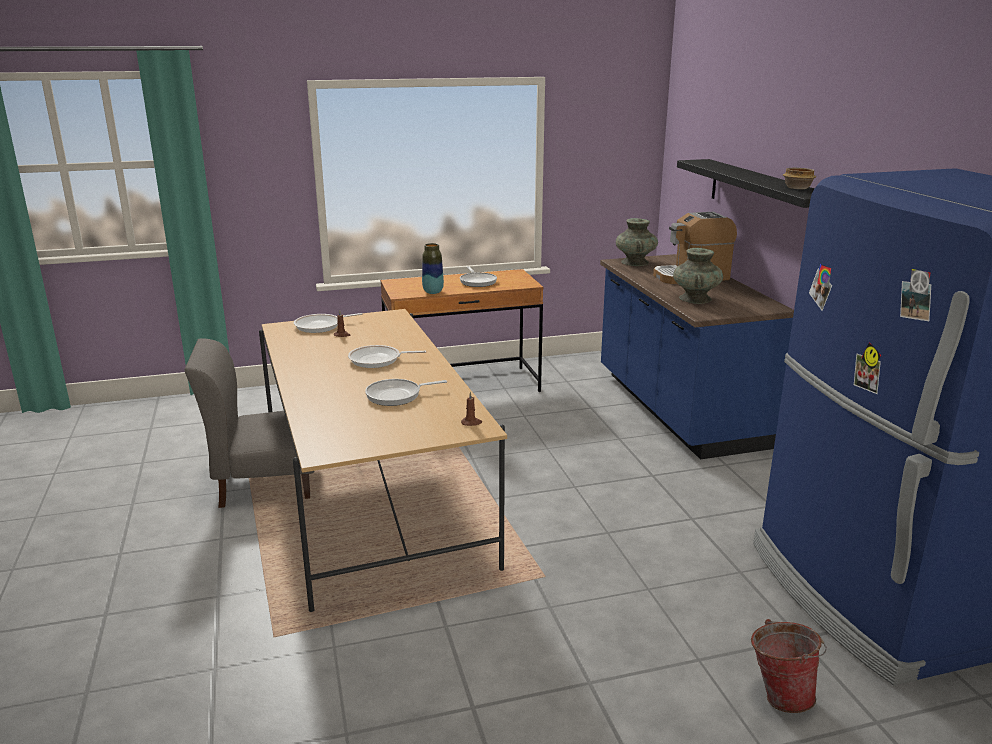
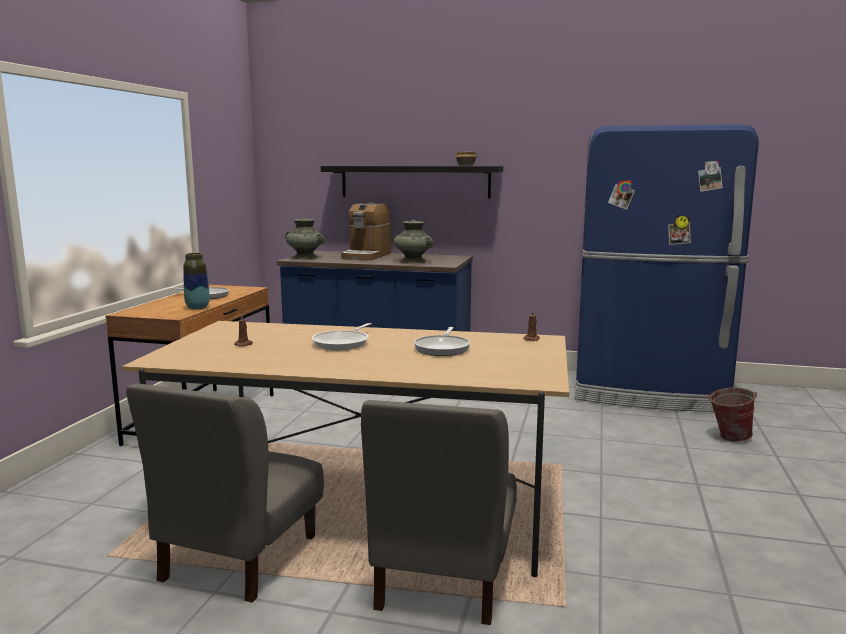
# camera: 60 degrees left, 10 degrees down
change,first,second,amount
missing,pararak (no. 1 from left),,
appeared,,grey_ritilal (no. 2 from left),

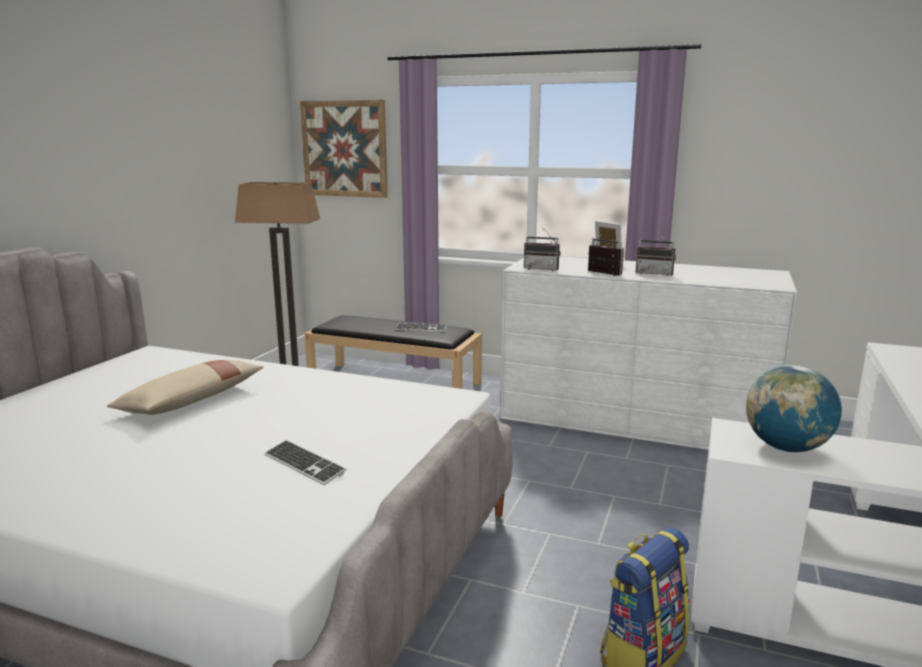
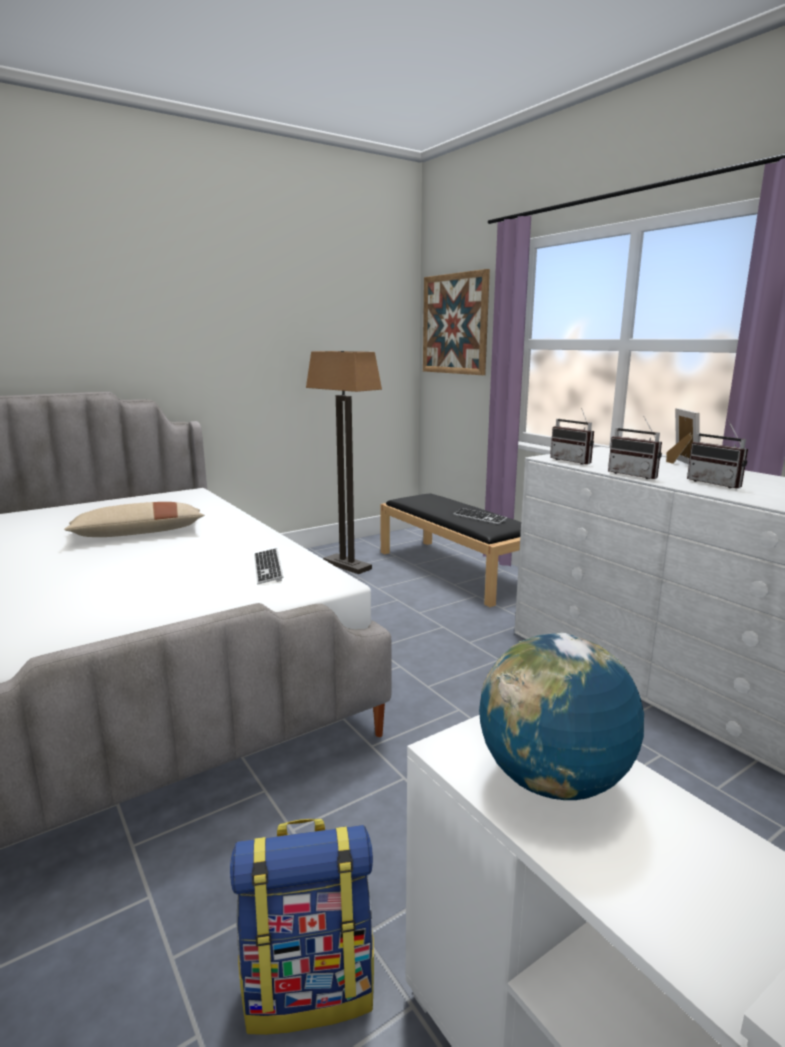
# camera: 35 degrees right, 0 degrees up
change,first,second,amount
spun,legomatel (no. 2 from left),,150 degrees clockwise
relocated,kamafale (no. 1 from left),,

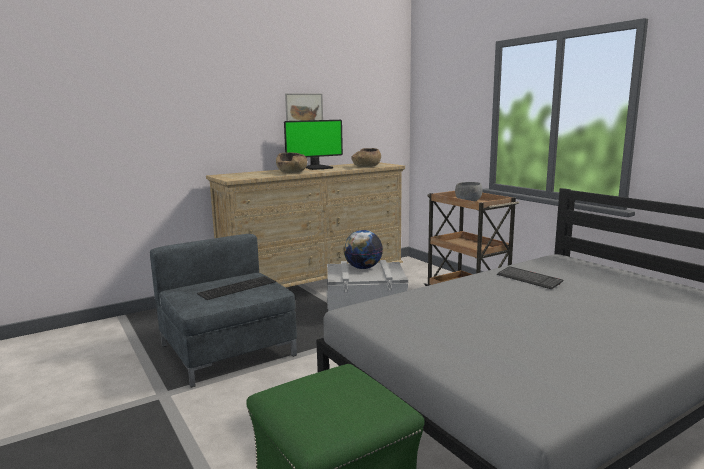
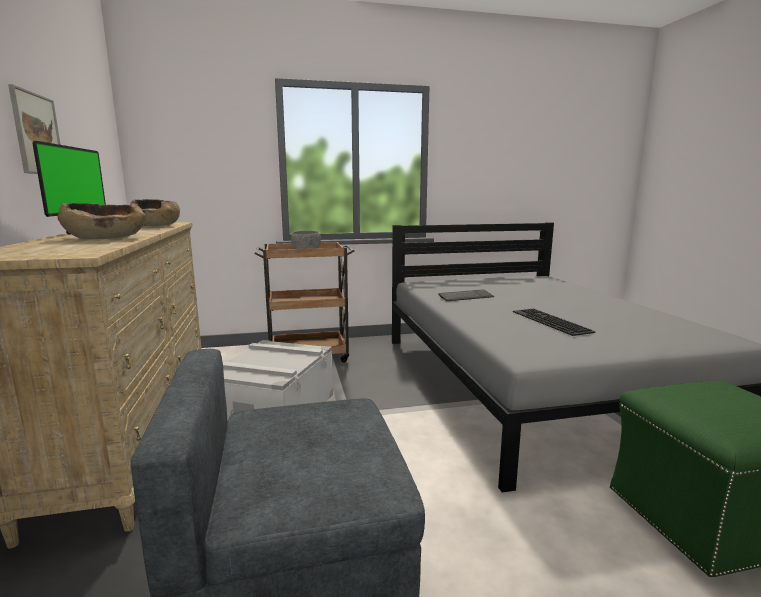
# camera: 70 degrees left, 0 degrees up
change,first,second,amount
missing,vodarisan,,
relocated,kamafale (no. 1 from left in the first image),kamafale (no. 2 from left),

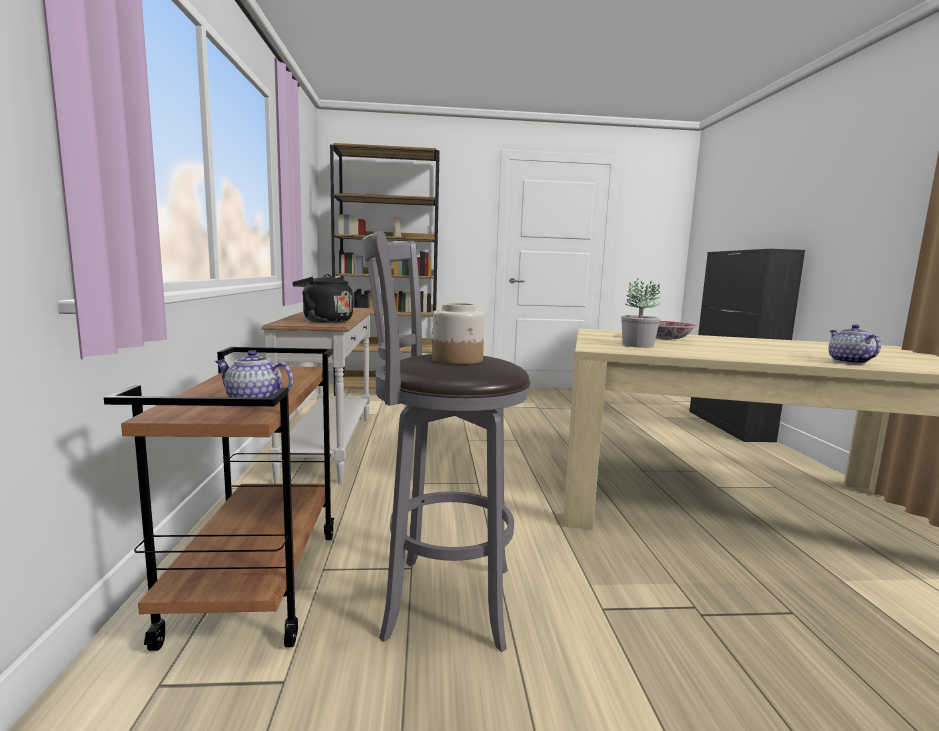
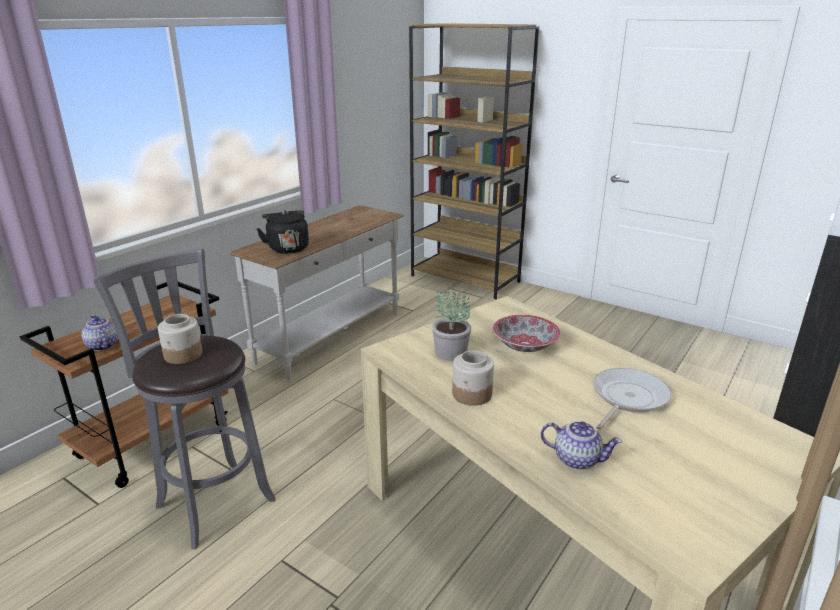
# camera: 40 degrees right, 15 degrees up
change,first,second,amount
spun,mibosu (no. 2 from left),,75 degrees clockwise
appeared,,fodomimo (no. 2 from left),
appeared,,pararak,

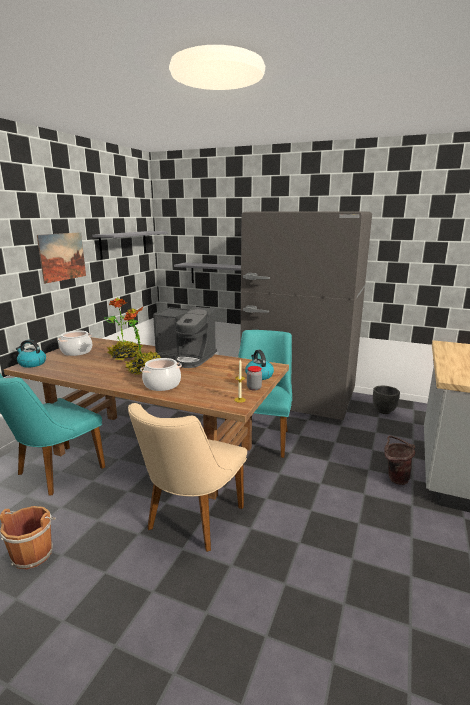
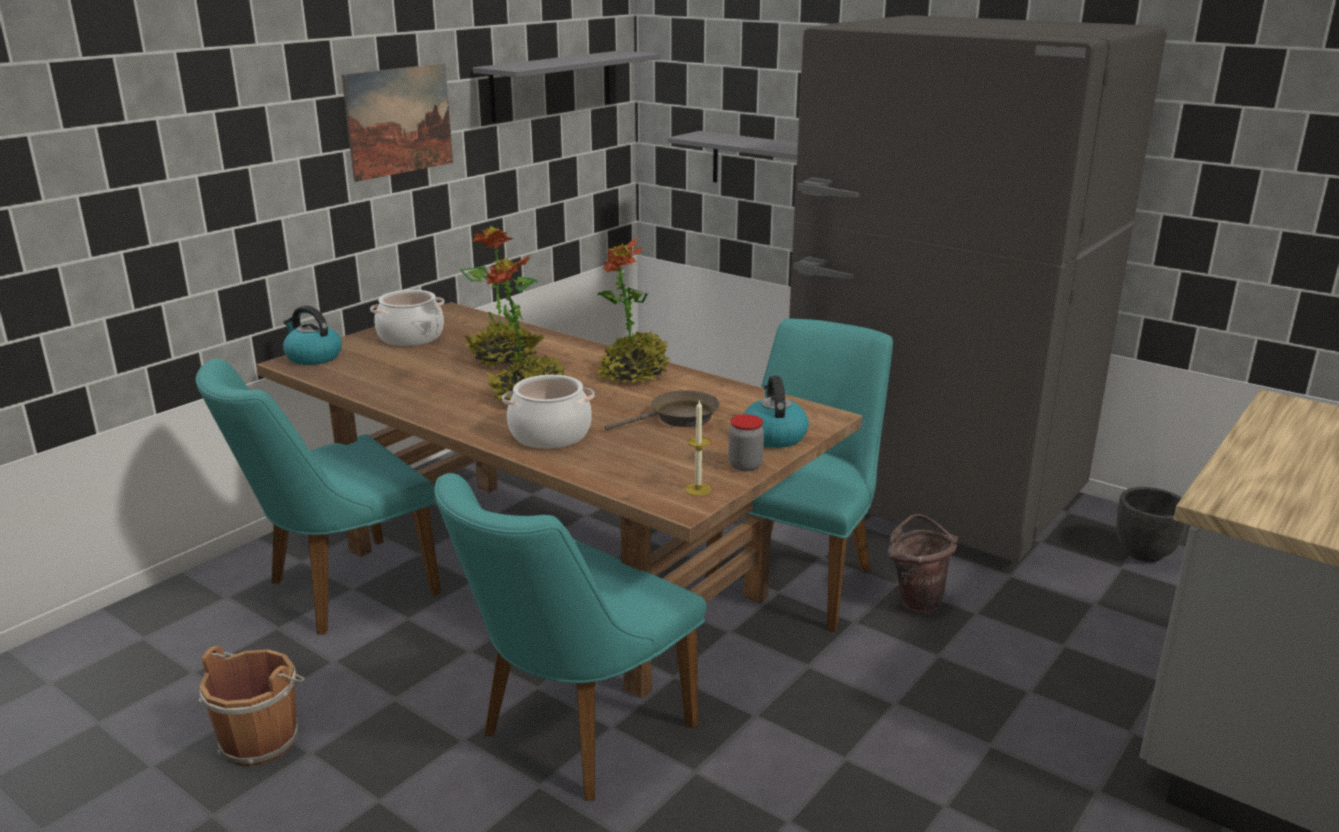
# camera: 15 degrees right, 5 degrees up
change,first,second,amount
exchanged,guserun,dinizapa (no. 3 from left),
colour,beige_ritilal,turquoise_ritilal (no. 2 from left),
relocated,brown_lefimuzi (no. 2 from left),,
appeared,,brown_pararak,

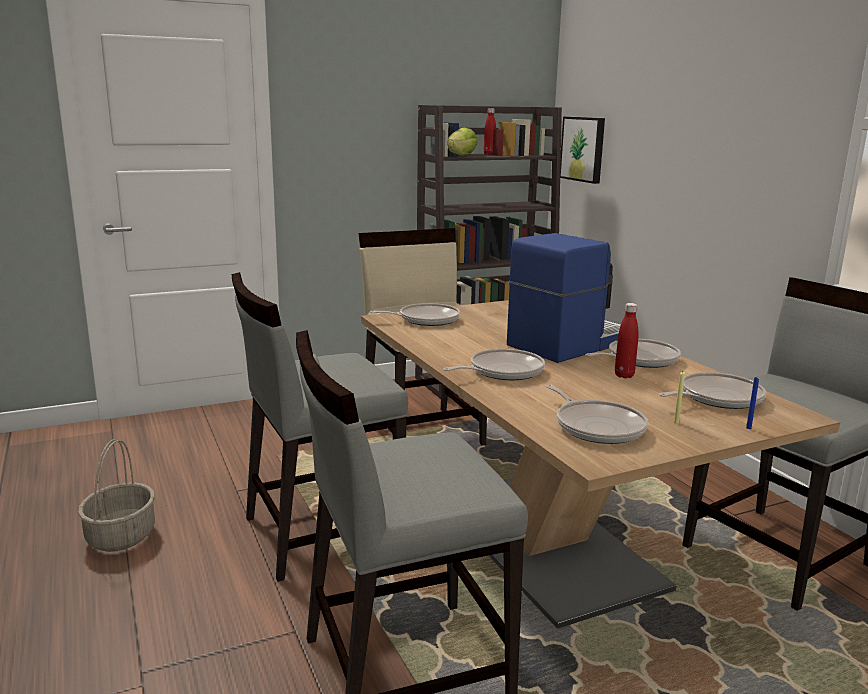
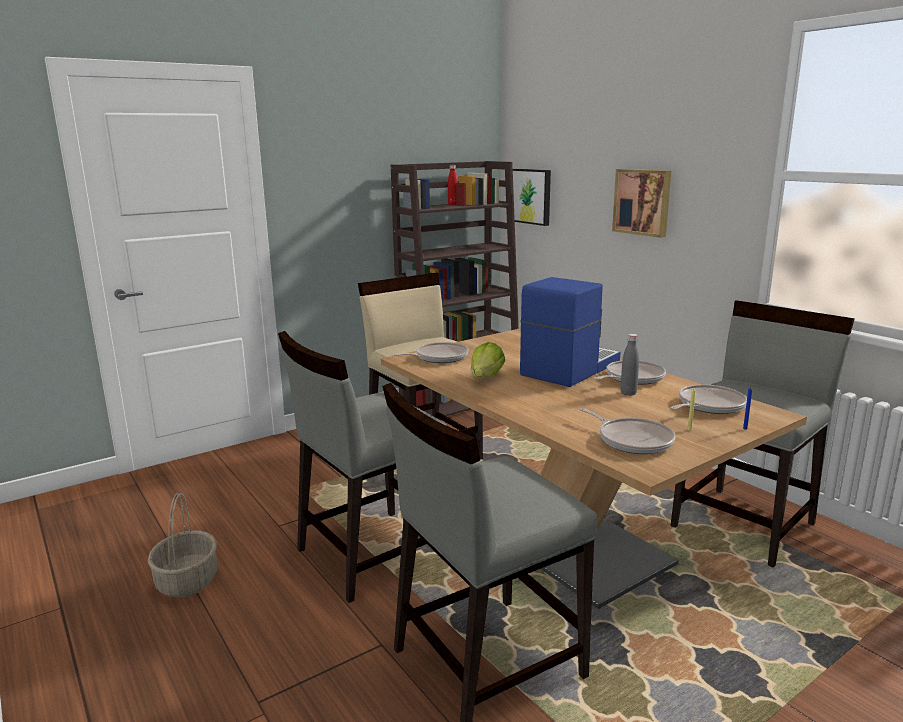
# camera: 10 degrees left, 0 degrees up
change,first,second,amount
relocated,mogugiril,,
colour,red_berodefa (no. 2 from left),grey_berodefa,
missing,pararak (no. 2 from left),,
appeared,,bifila (no. 2 from left),

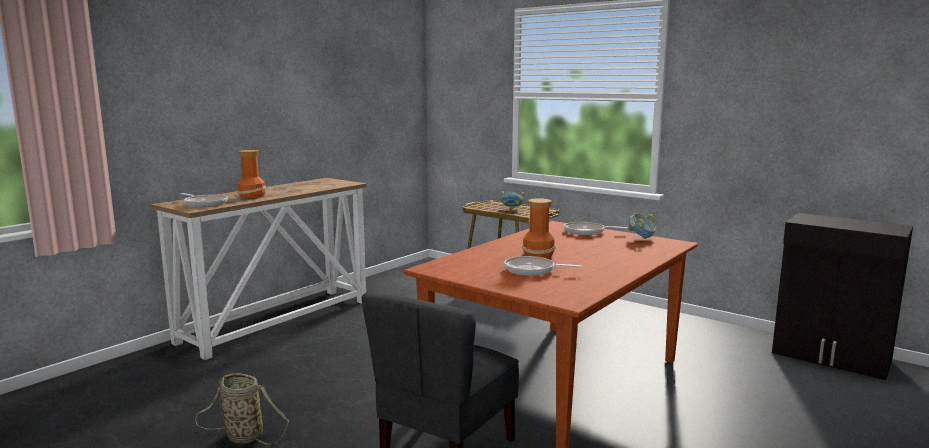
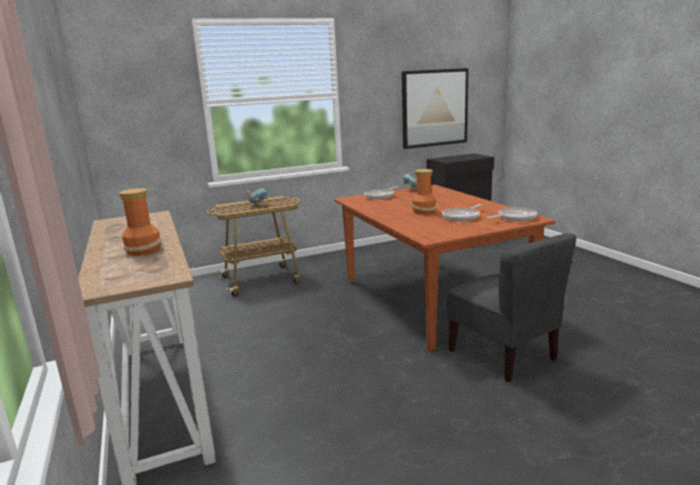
# camera: 60 degrees left, 5 degrees up
change,first,second,amount
relocated,pararak (no. 1 from left in the first image),pararak (no. 3 from left),
missing,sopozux,,
appeared,,bifila,

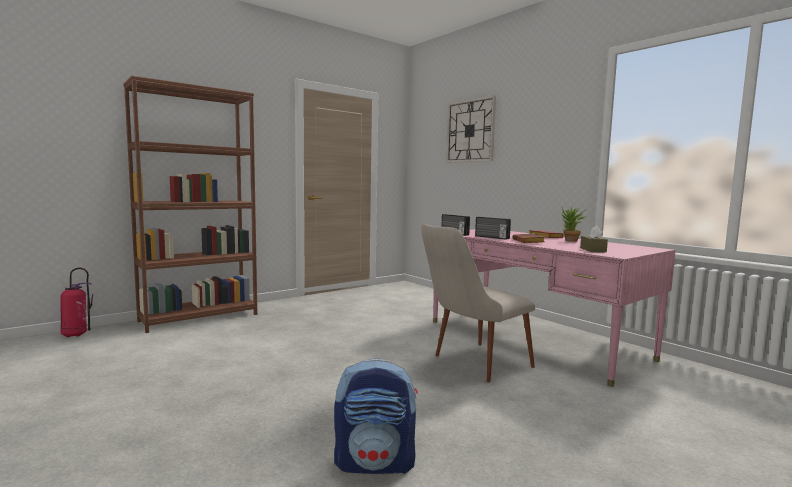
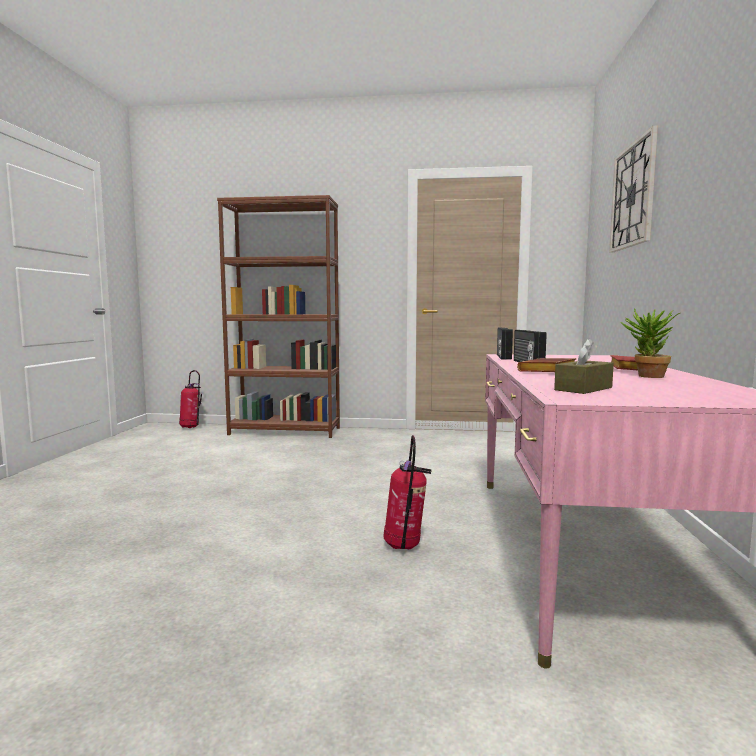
# camera: 45 degrees right, 0 degrees up
change,first,second,amount
exchanged,beige_ritilal,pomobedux (no. 2 from left),
missing,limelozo,,

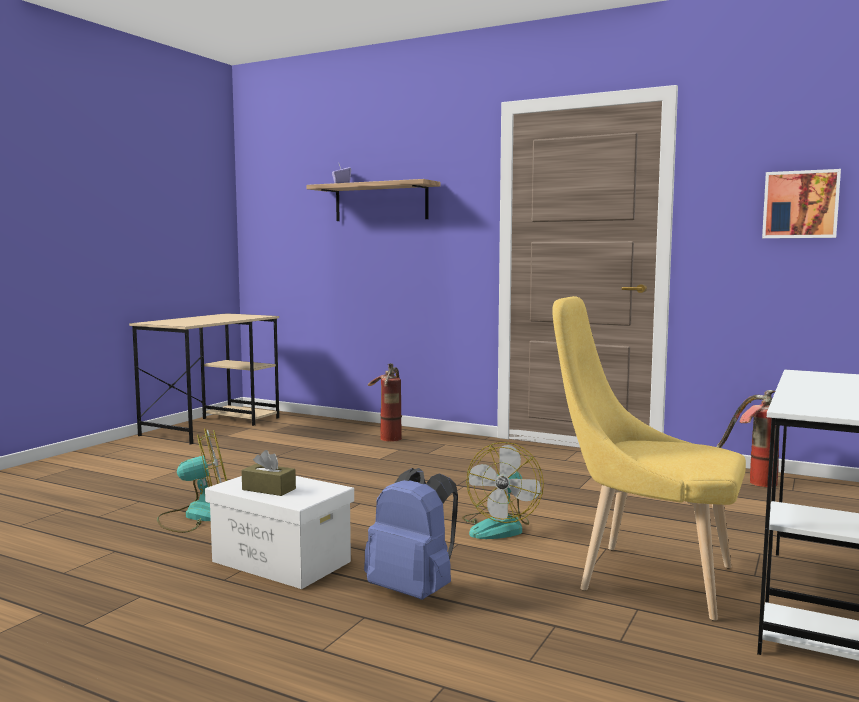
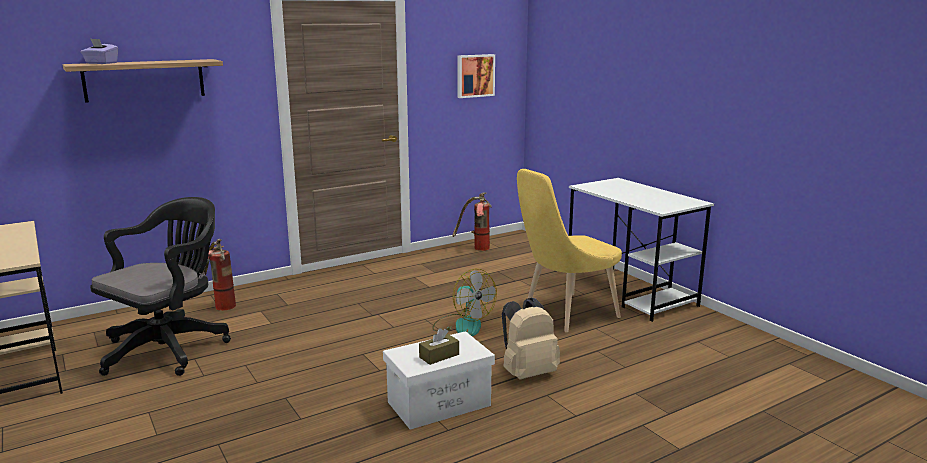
# camera: 60 degrees left, 10 degrees up
change,first,second,amount
missing,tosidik (no. 1 from left),,
colour,blue_limelozo,beige_limelozo,
appeared,,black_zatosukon,

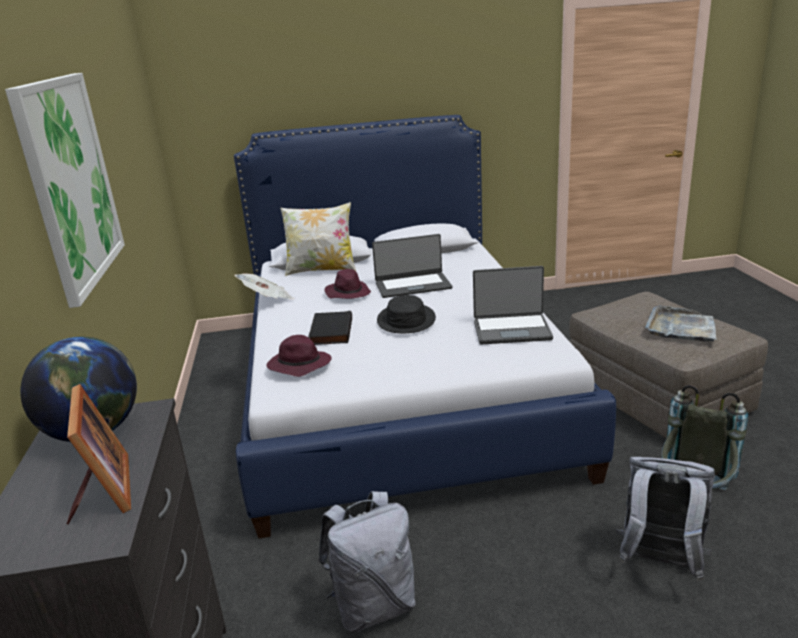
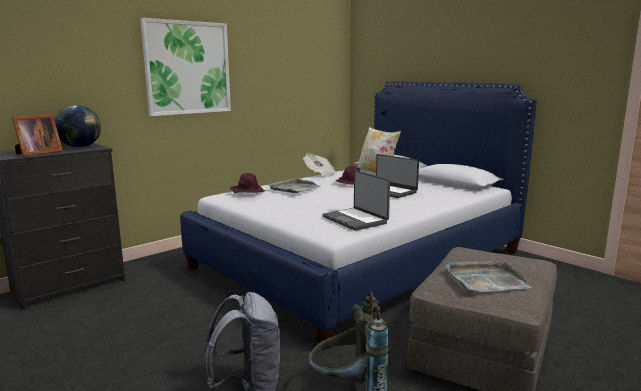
# camera: 55 degrees right, 10 degrees down
change,first,second,amount
missing,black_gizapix,,
exchanged,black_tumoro,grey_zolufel (no. 1 from left),
missing,grey_limelozo (no. 1 from left),,

